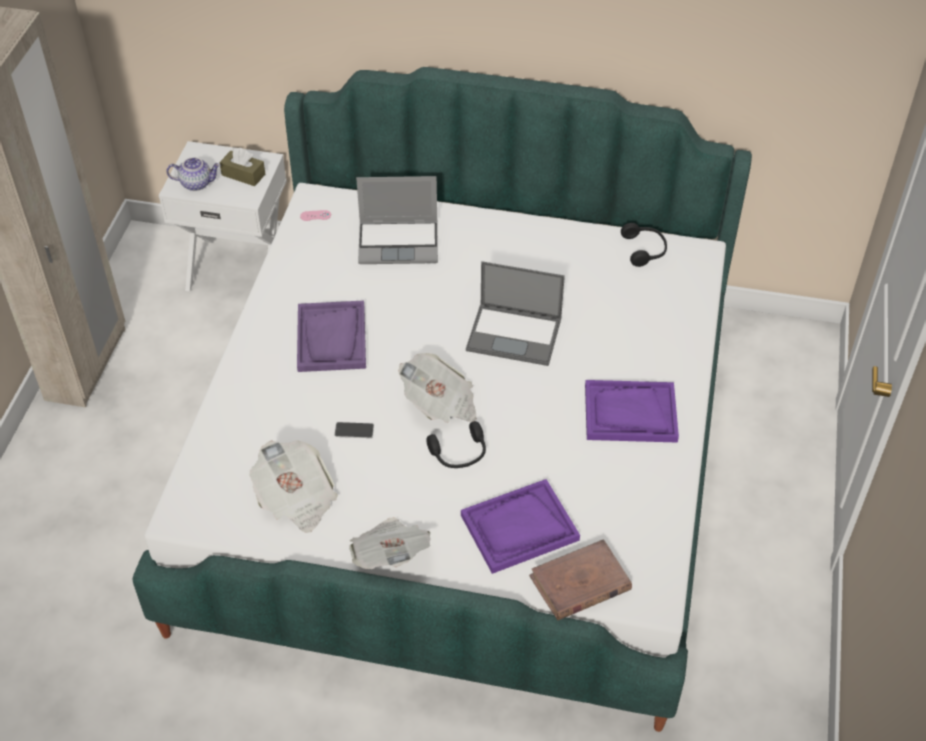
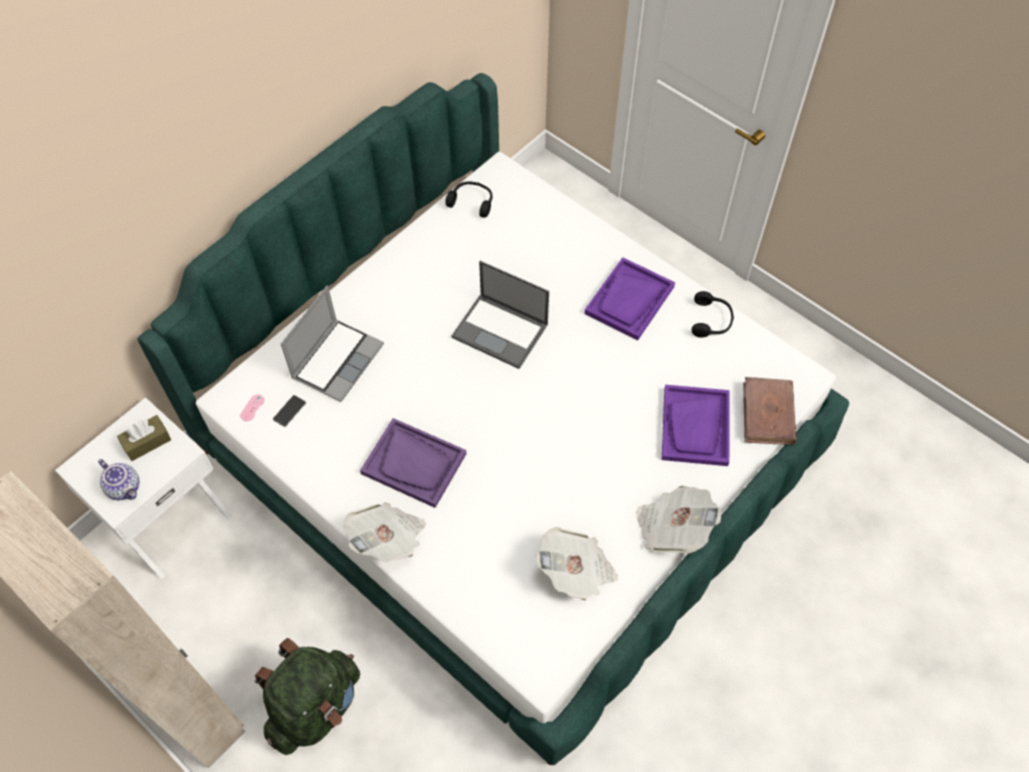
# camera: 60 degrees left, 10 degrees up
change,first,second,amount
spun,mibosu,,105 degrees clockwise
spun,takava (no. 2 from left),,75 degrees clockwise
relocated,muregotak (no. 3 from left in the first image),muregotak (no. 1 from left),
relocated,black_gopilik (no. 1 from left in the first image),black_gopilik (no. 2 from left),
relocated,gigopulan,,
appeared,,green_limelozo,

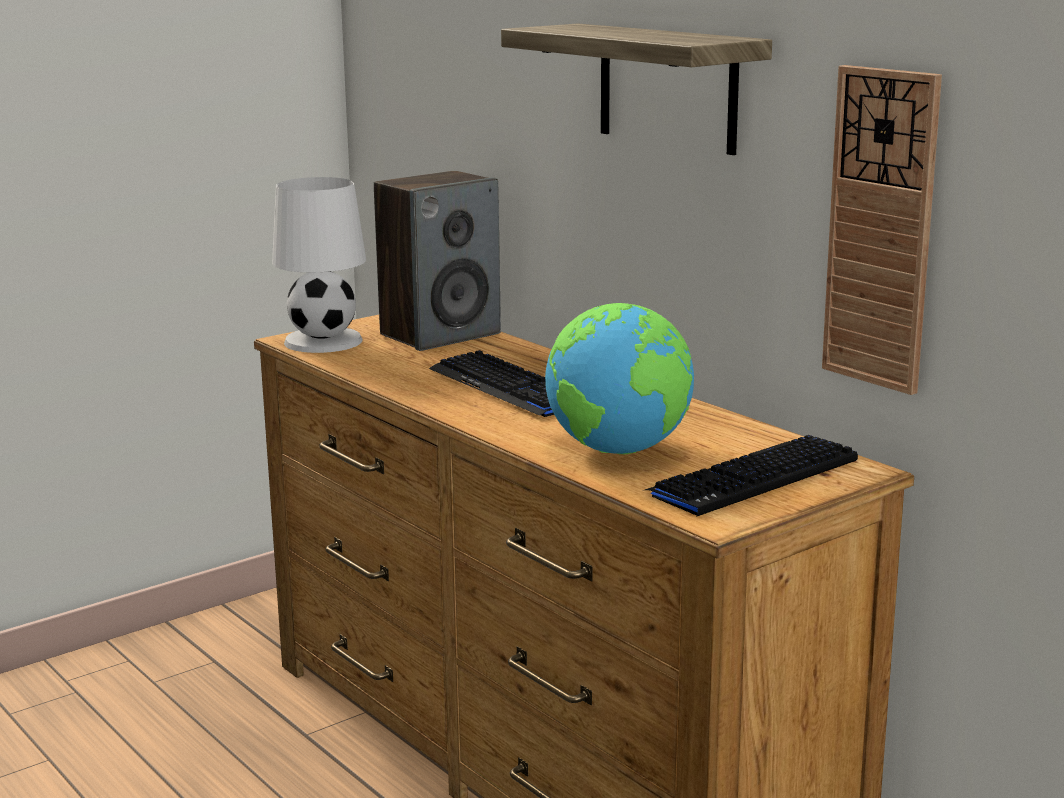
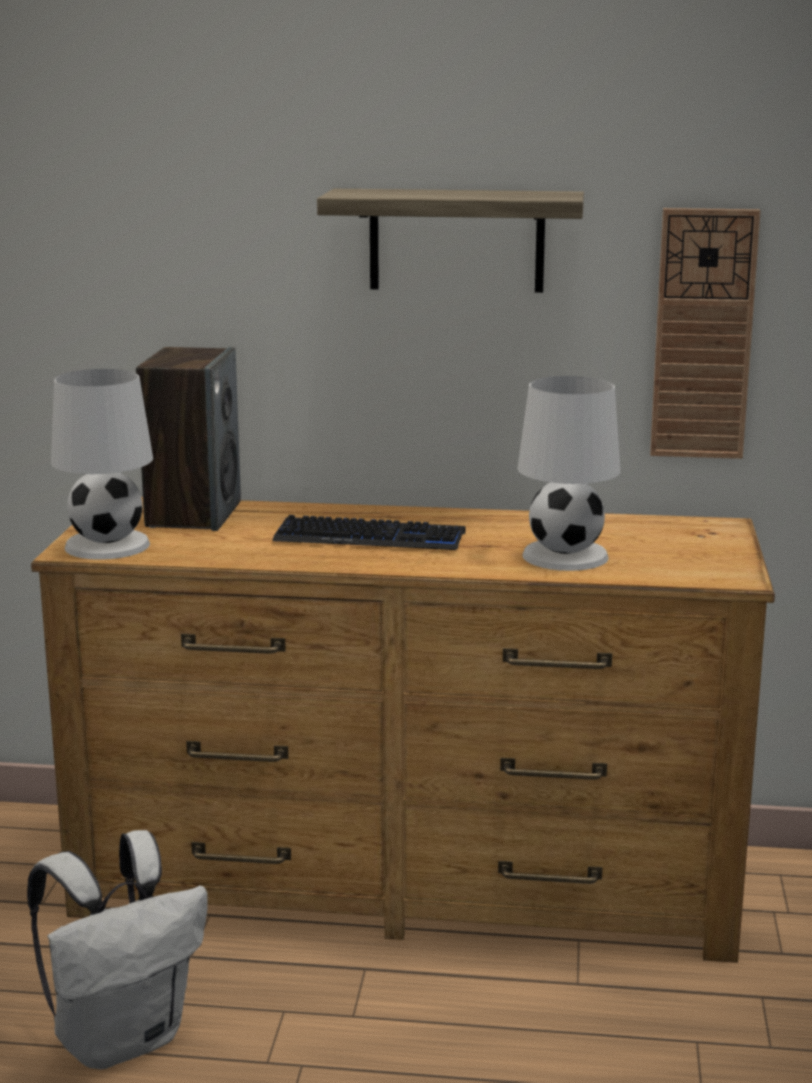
# camera: 45 degrees left, 0 degrees up
change,first,second,amount
exchanged,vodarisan,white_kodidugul (no. 2 from left),
missing,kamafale (no. 2 from left),,
appeared,,white_limelozo,

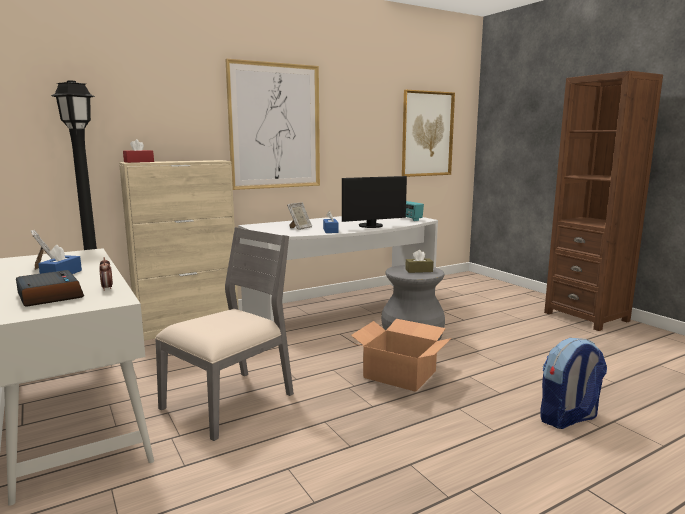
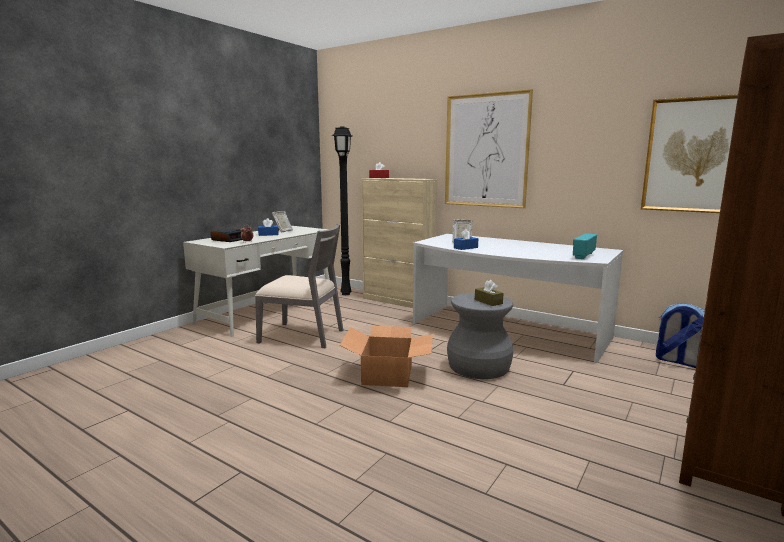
# camera: 65 degrees right, 0 degrees up
change,first,second,amount
missing,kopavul,,
relocated,limelozo,,

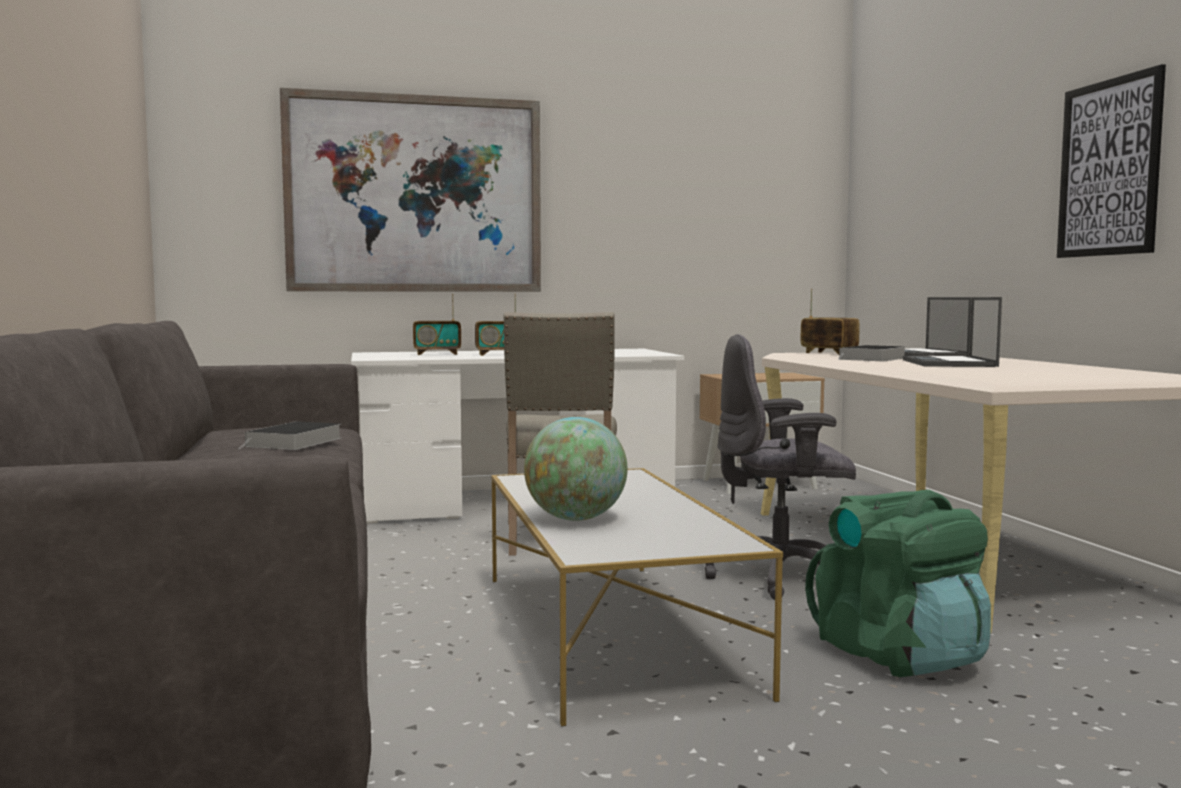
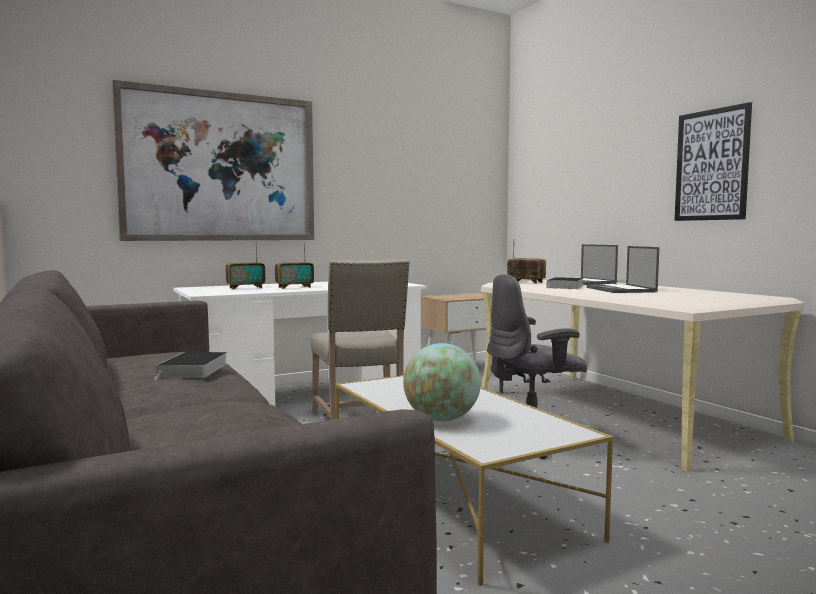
# camera: 15 degrees left, 0 degrees up
change,first,second,amount
missing,green_limelozo,,

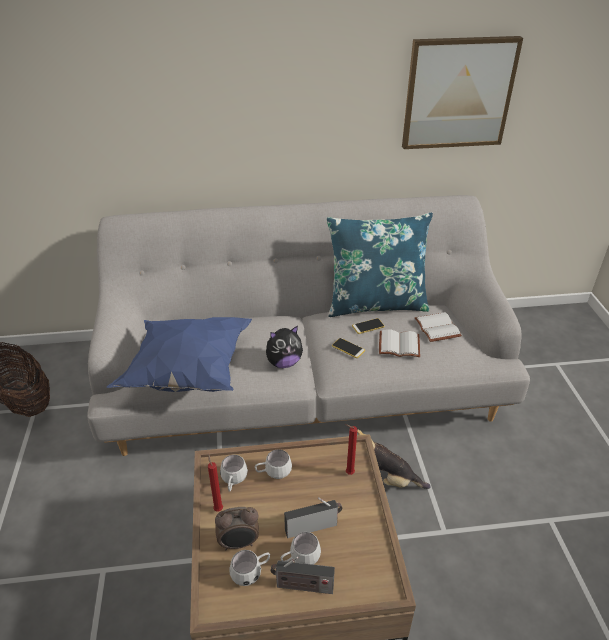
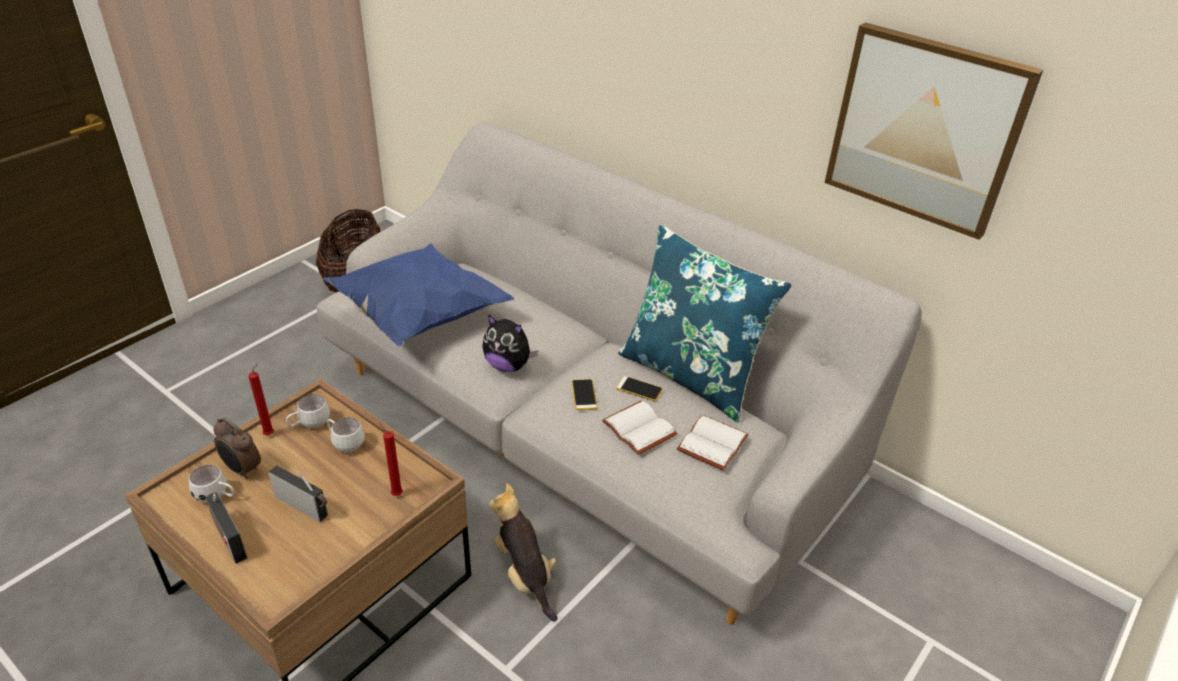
# camera: 45 degrees right, 0 degrees up
change,first,second,amount
missing,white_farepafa (no. 4 from left),,

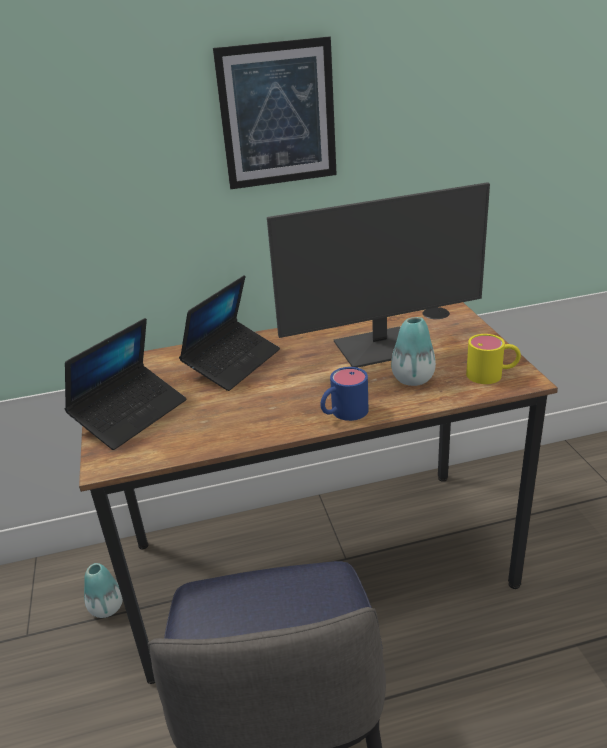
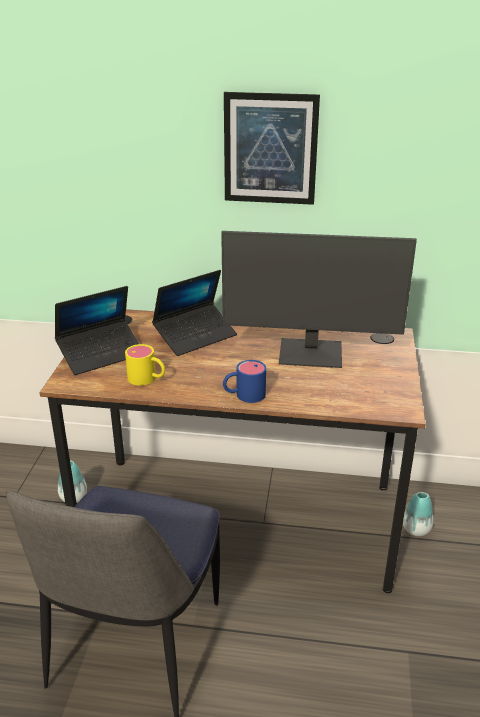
# camera: 20 degrees right, 0 degrees up
change,first,second,amount
relocated,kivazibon (no. 2 from left),,
relocated,yellow_farepafa,,

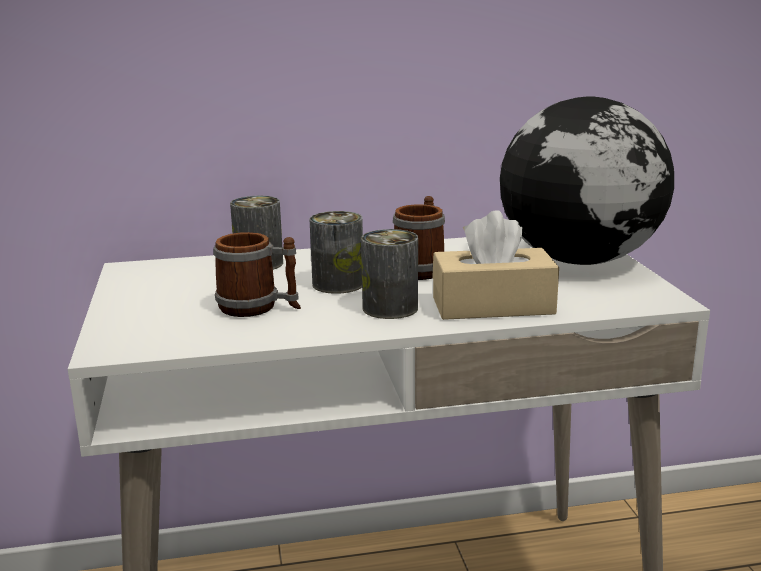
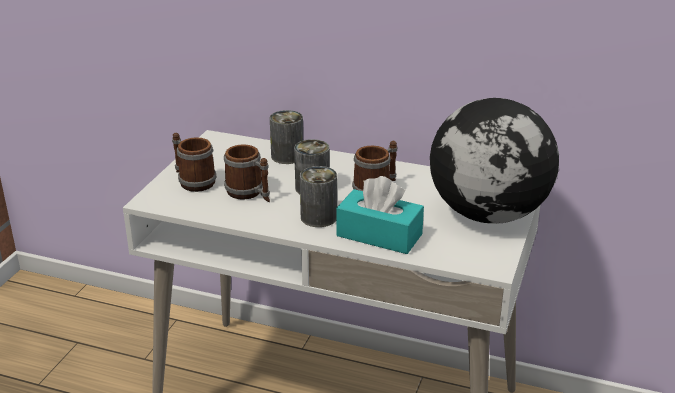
# camera: 30 degrees right, 10 degrees up
change,first,second,amount
colour,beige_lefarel,turquoise_lefarel,
appeared,,farepafa (no. 1 from left),

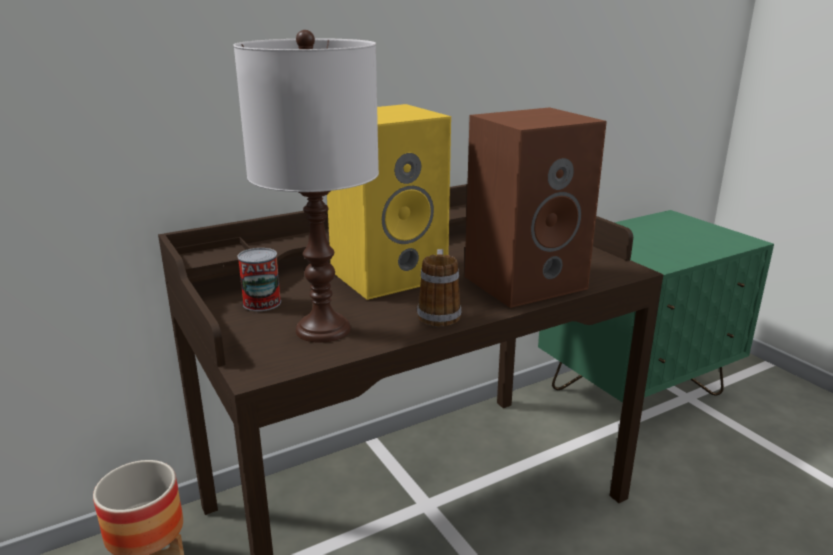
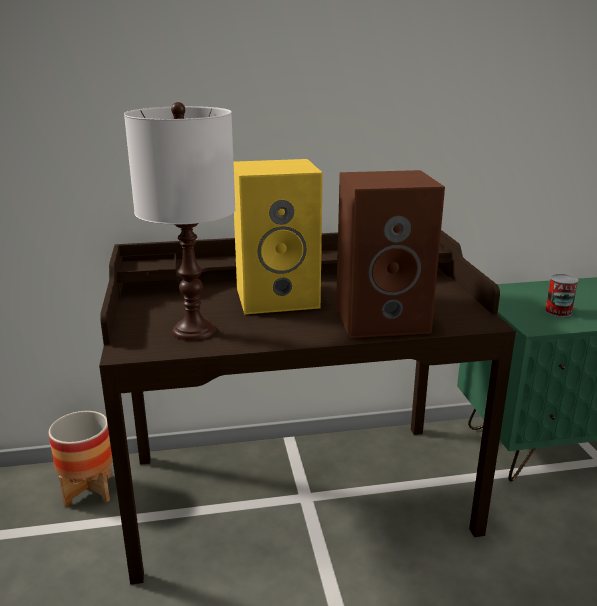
# camera: 20 degrees right, 0 degrees up
change,first,second,amount
relocated,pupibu,,
missing,farepafa,,

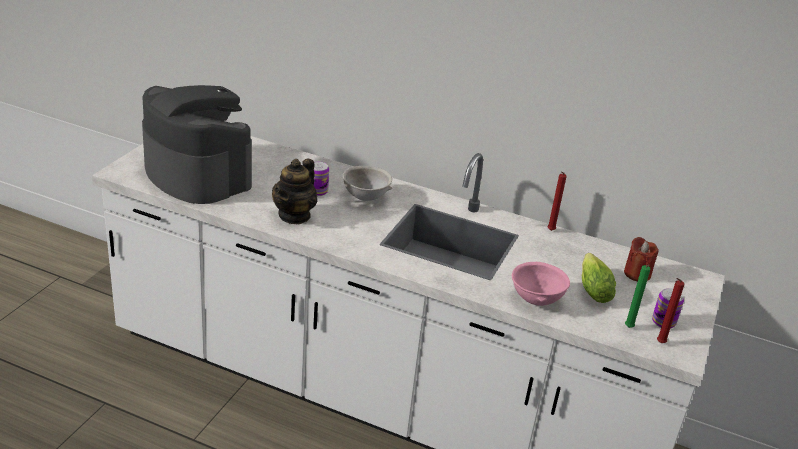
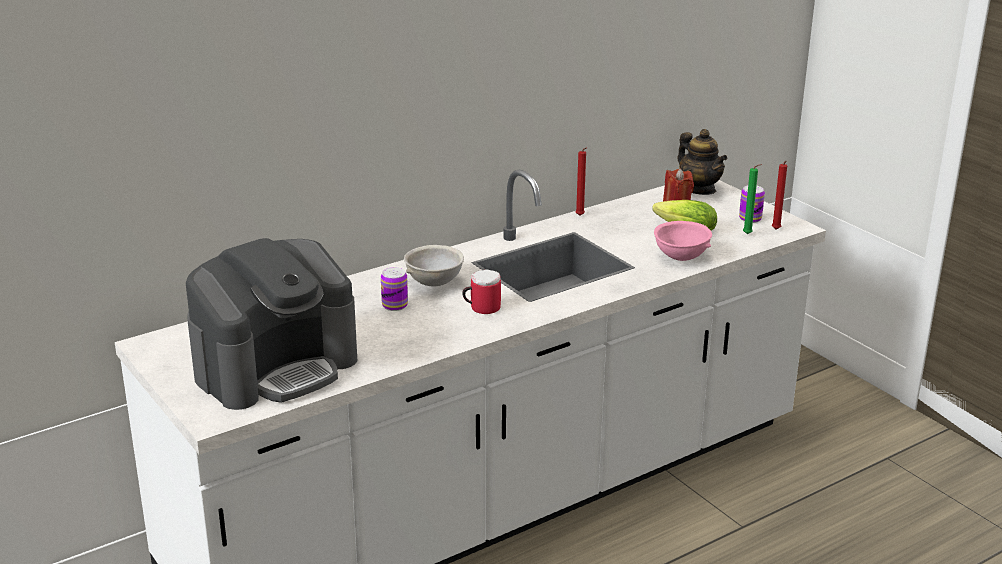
# camera: 55 degrees left, 5 degrees down
change,first,second,amount
spun,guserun,,150 degrees clockwise
relocated,mibosu,,
appeared,,farepafa,

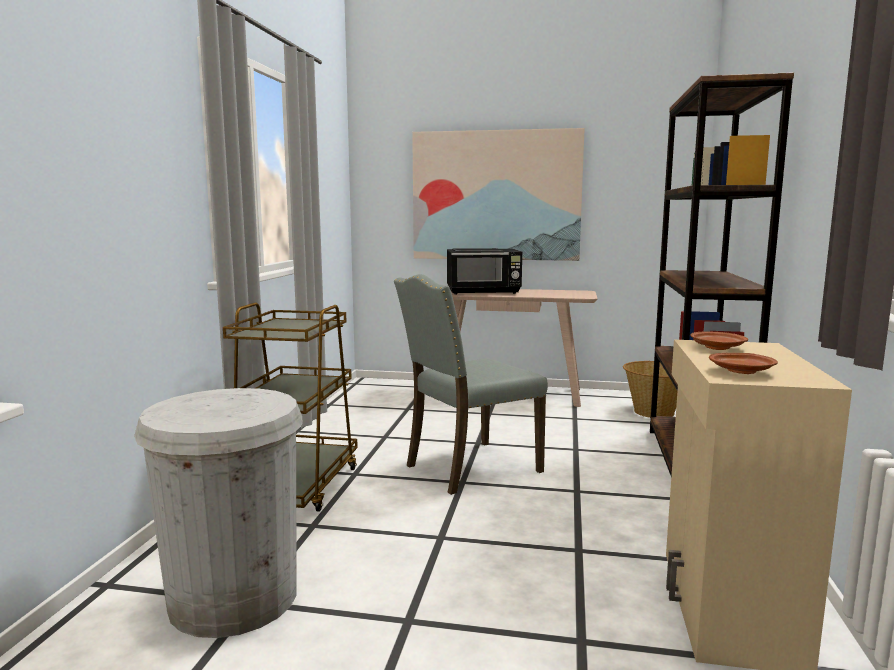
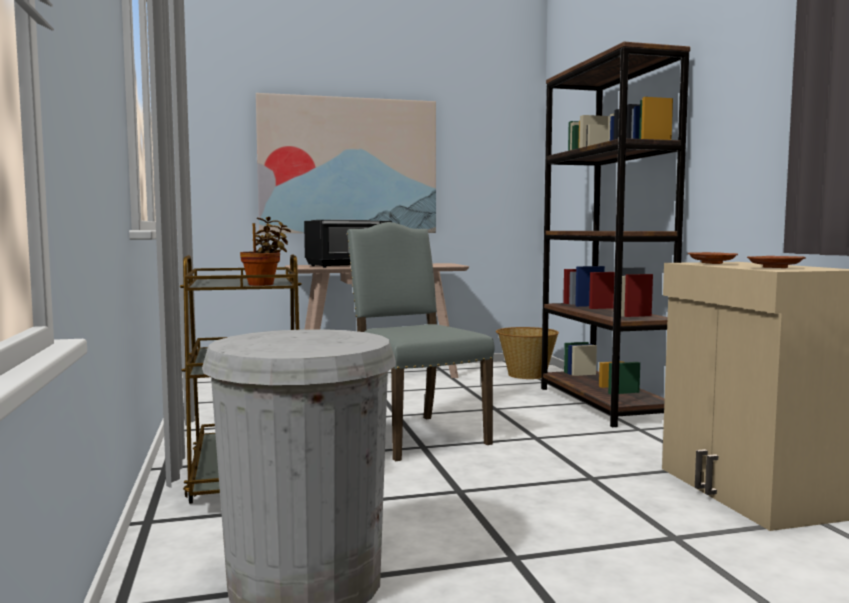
# camera: 25 degrees left, 5 degrees down
change,first,second,amount
spun,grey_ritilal,,120 degrees clockwise
appeared,,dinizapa,

